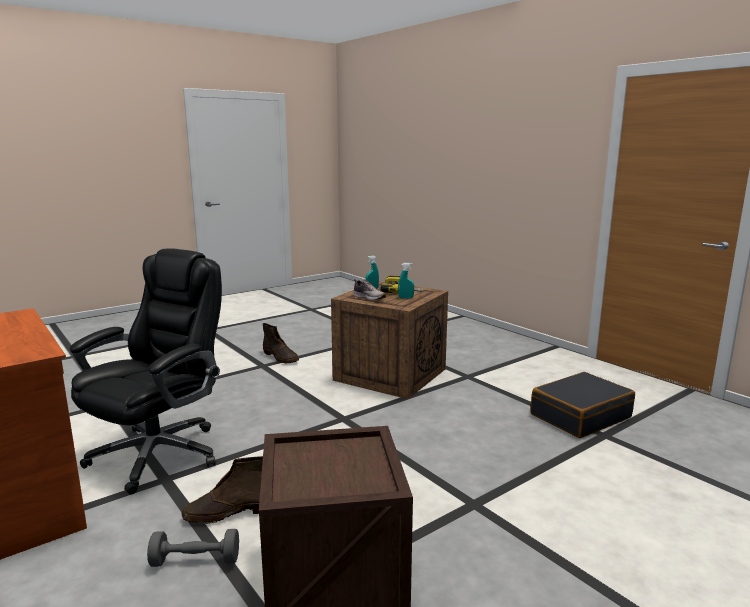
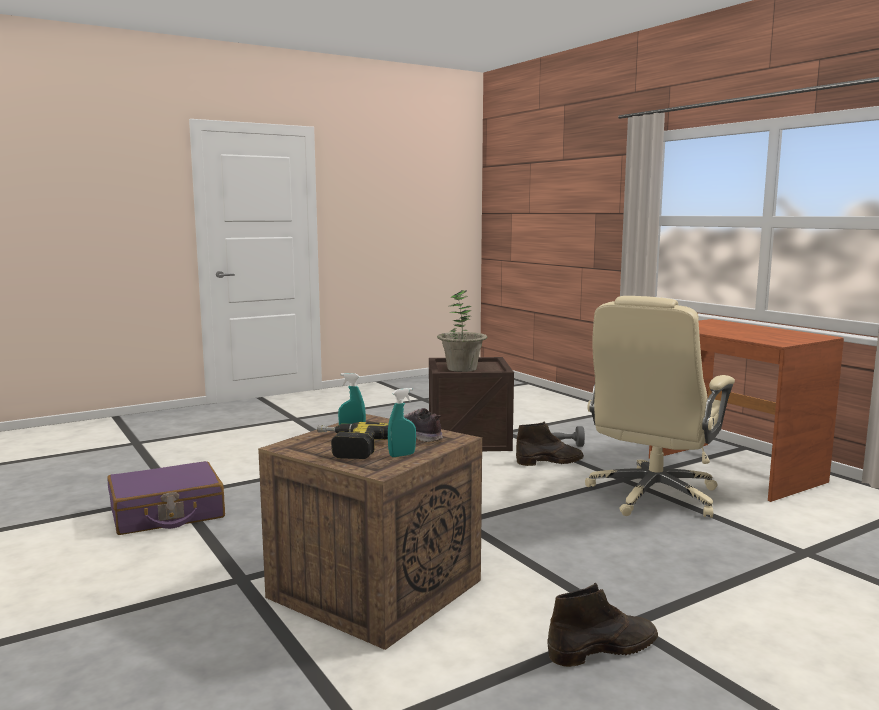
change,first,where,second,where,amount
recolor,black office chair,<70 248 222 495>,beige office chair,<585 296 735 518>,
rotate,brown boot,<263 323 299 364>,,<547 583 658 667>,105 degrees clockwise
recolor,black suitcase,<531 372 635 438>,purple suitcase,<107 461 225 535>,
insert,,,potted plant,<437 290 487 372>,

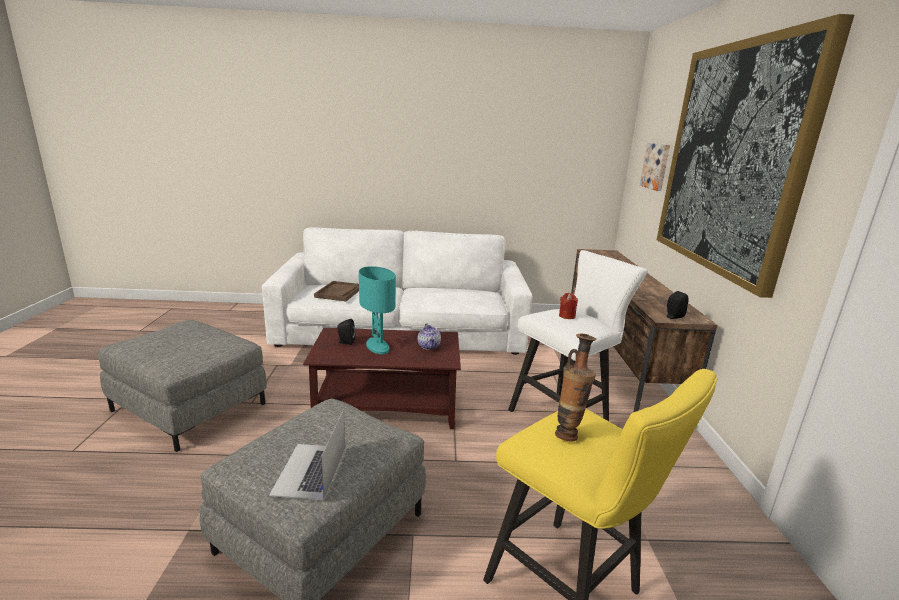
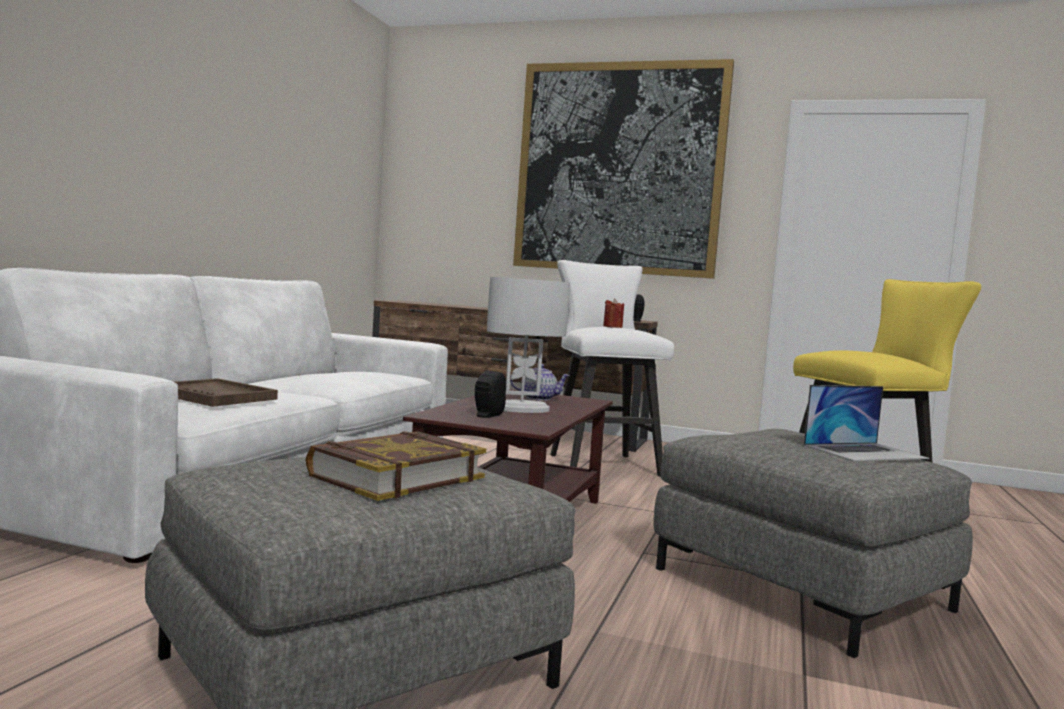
change,first,where,second,where,amount
delete,picture,<640 143 670 191>,,,
recolor,turquoise table lamp,<359 266 396 354>,white table lamp,<487 277 570 413>,
delete,vase,<555 334 596 442>,,,
rotate,laptop,<269 409 345 500>,,<804 385 929 461>,45 degrees counterclockwise
insert,,,book,<306 431 486 501>,

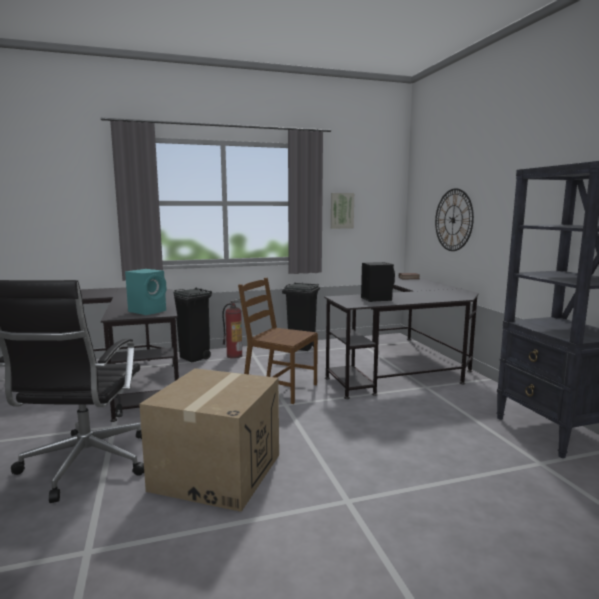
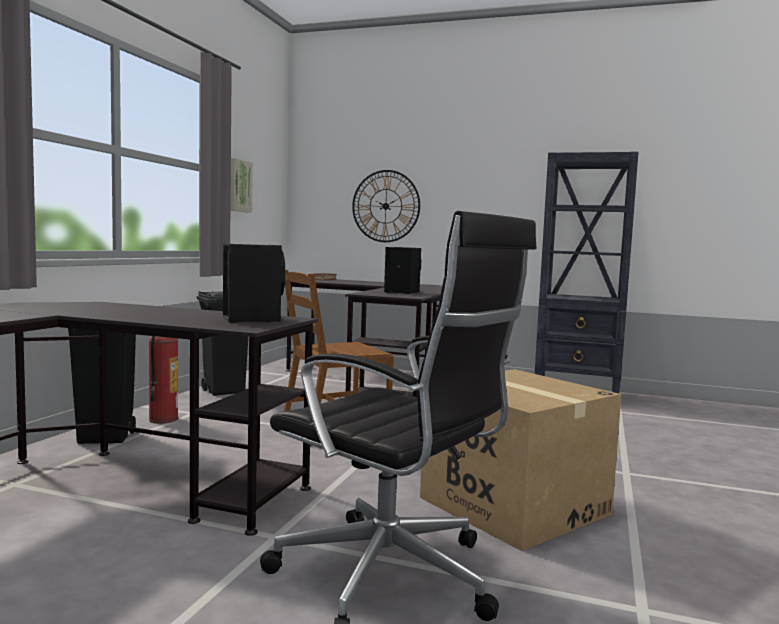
change,first,where,second,where,amount
recolor,turquoise speaker,<125 269 167 315>,black speaker,<223 244 285 323>,

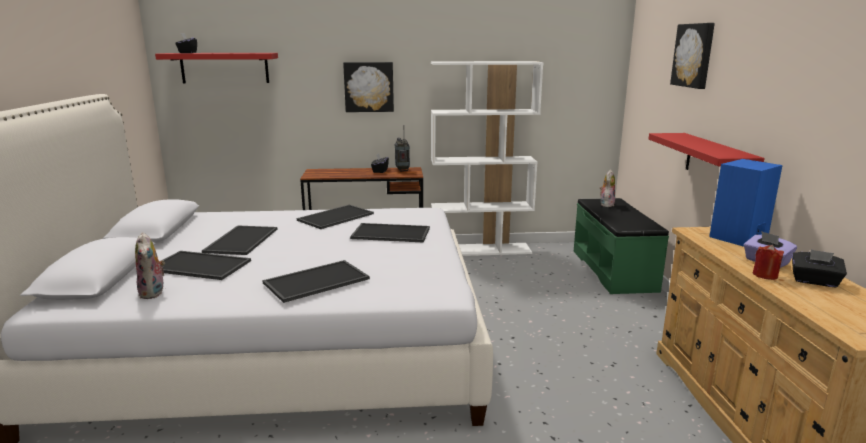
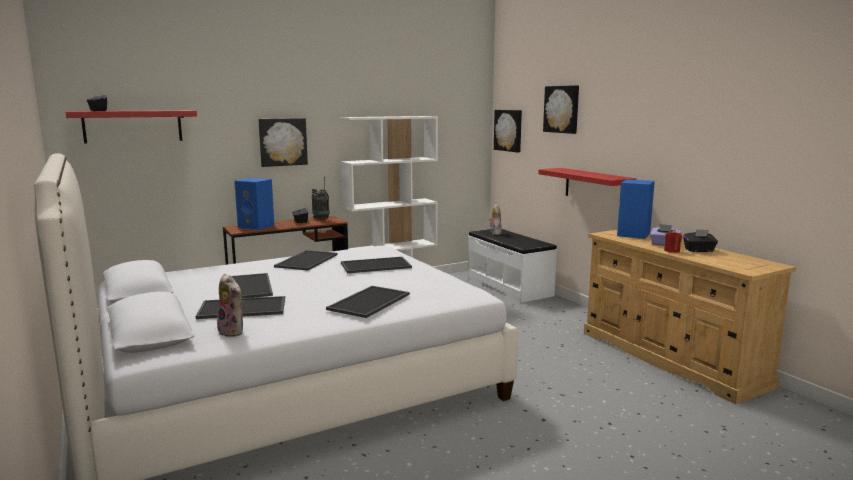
change,first,where,second,where,amount
recolor,green bench,<573 198 669 294>,white bench,<468 229 557 303>,
insert,,,picture,<494 110 522 152>,
insert,,,blue speaker,<234 178 274 230>,

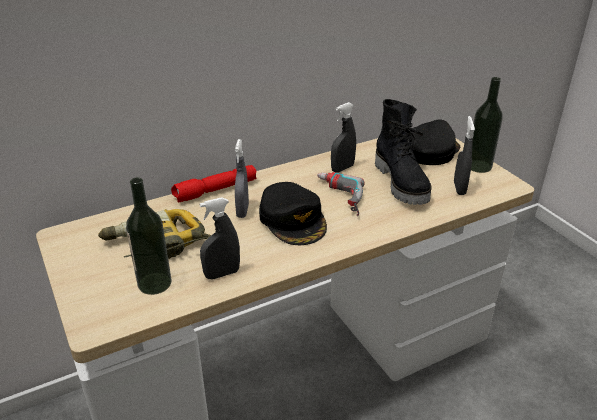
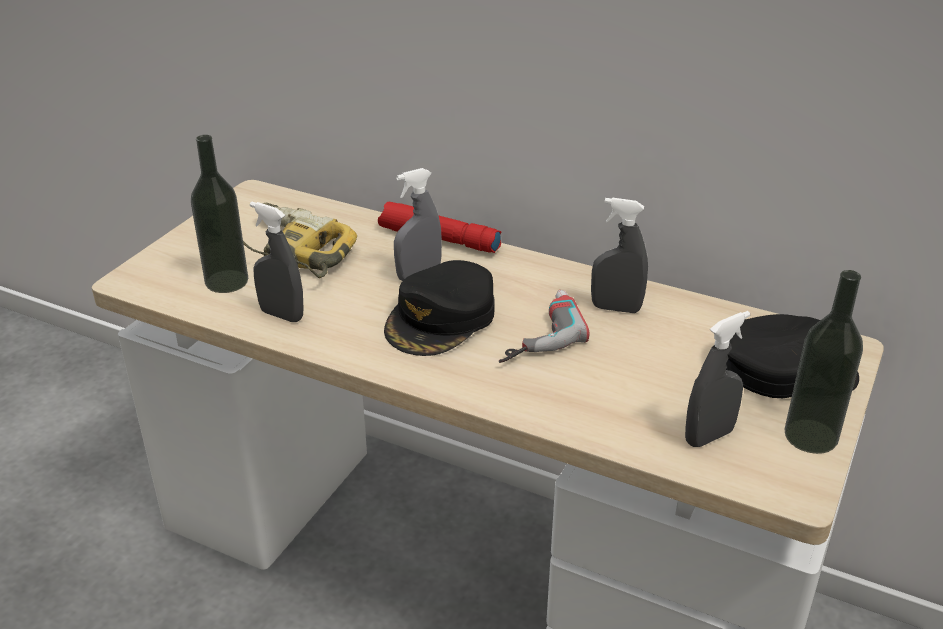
change,first,where,second,where,amount
delete,black boot,<375 99 431 205>,,,

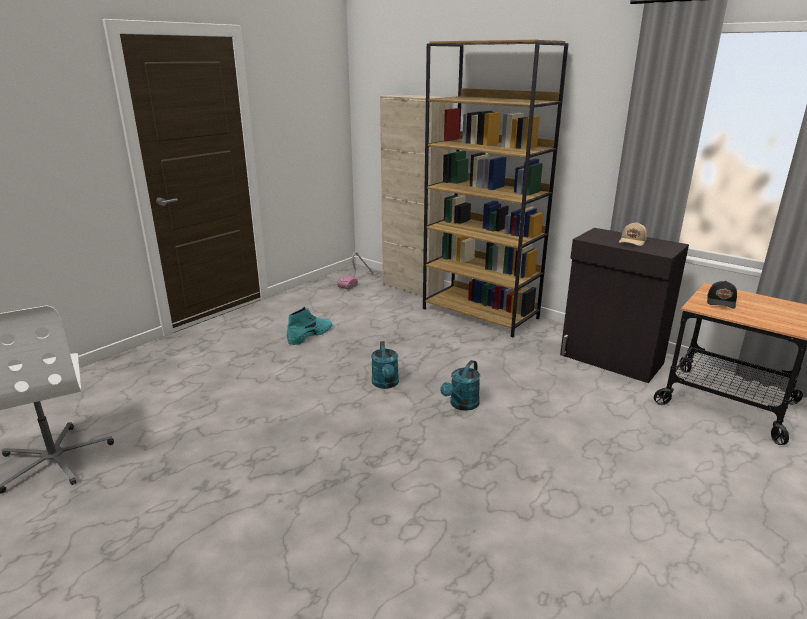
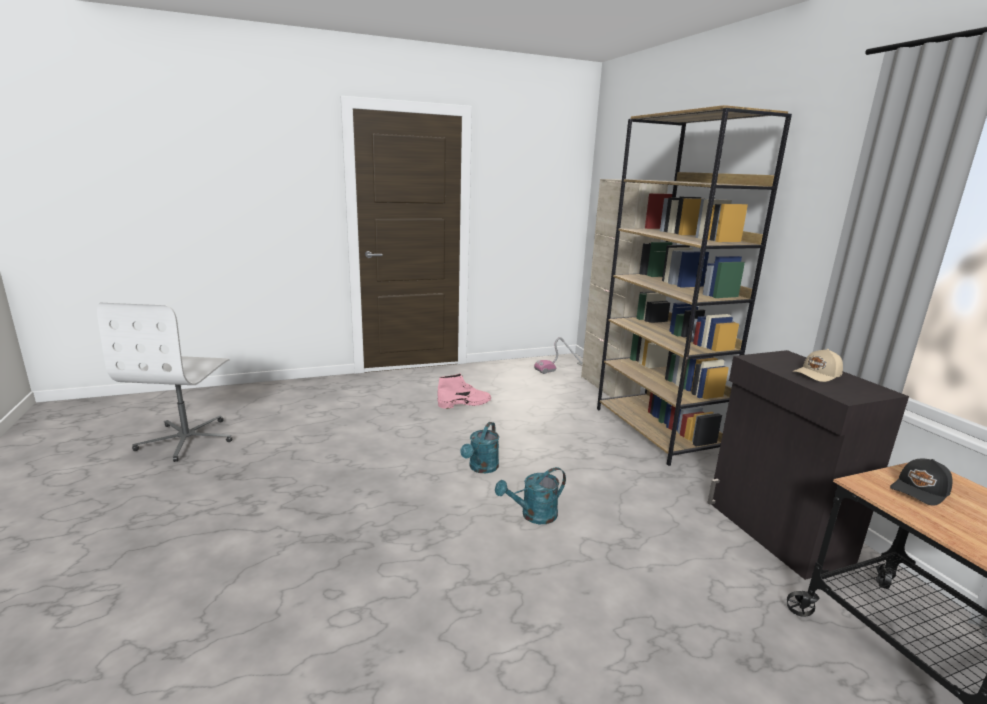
change,first,where,second,where,amount
recolor,turquoise boot,<287 307 332 345>,pink boot,<437 373 491 409>,

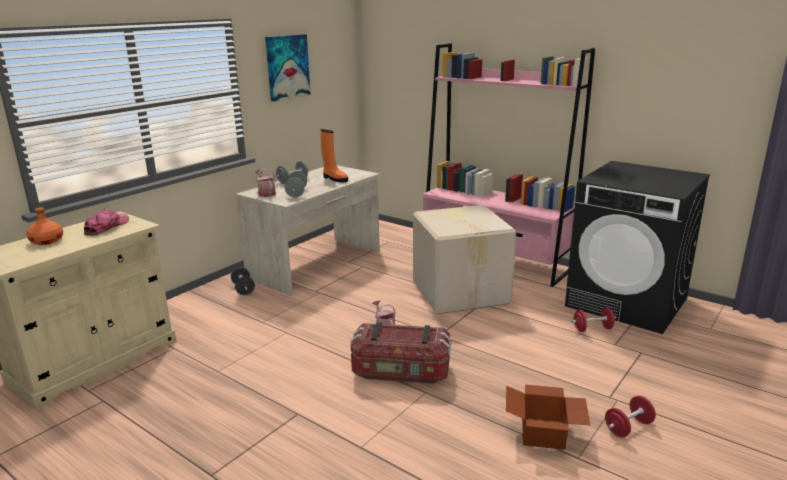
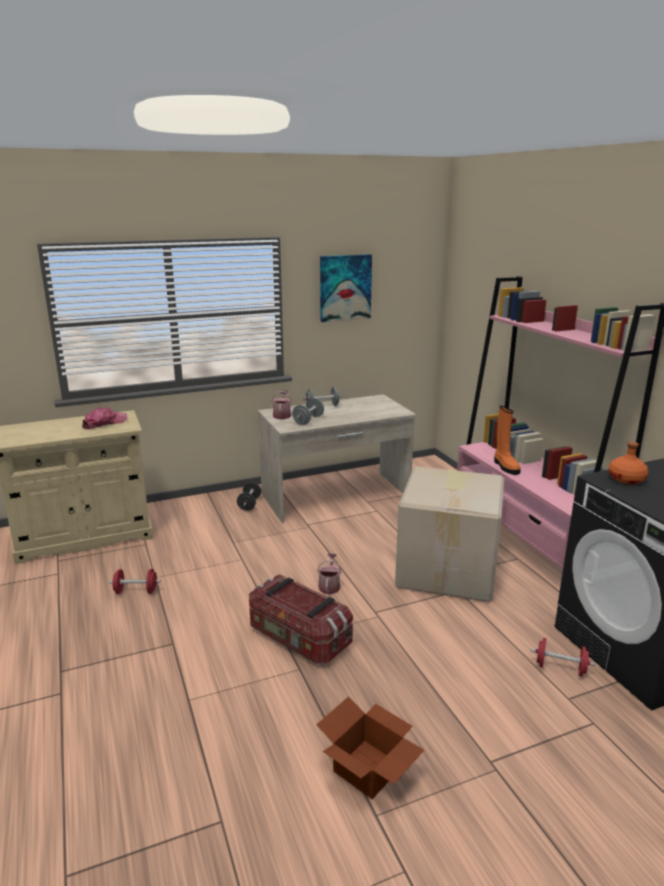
change,first,where,second,where,amount
move,orange boot,<320 129 348 182>,,<494 406 521 475>,
move,orange bottle,<27 207 63 245>,,<608 441 648 484>,
move,red dumbbell,<605 396 656 437>,,<109 569 161 594>,

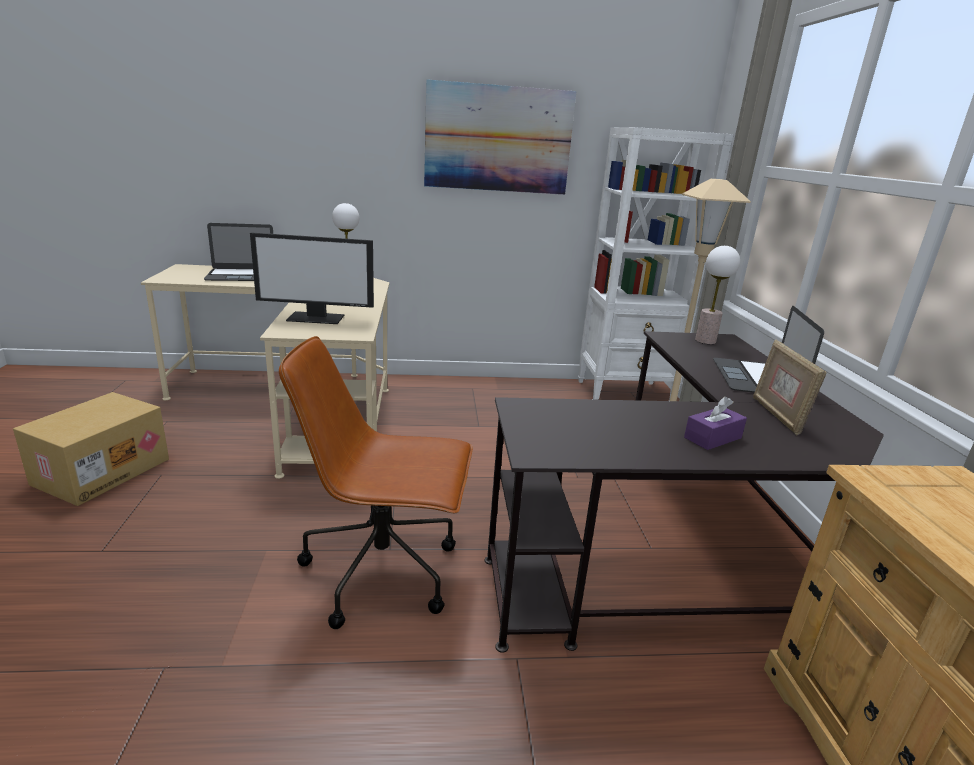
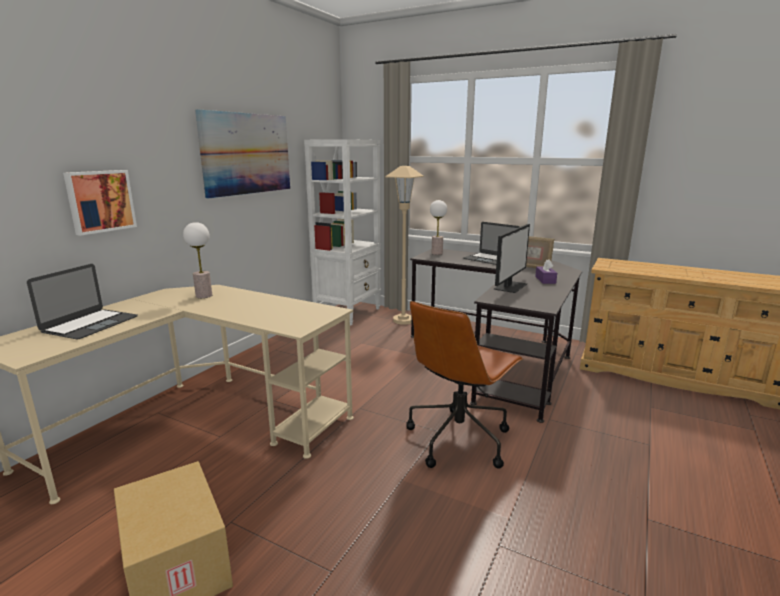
change,first,where,second,where,amount
move,monitor,<250 232 374 324>,,<494 224 530 293>,
insert,,,picture,<63 170 137 236>,

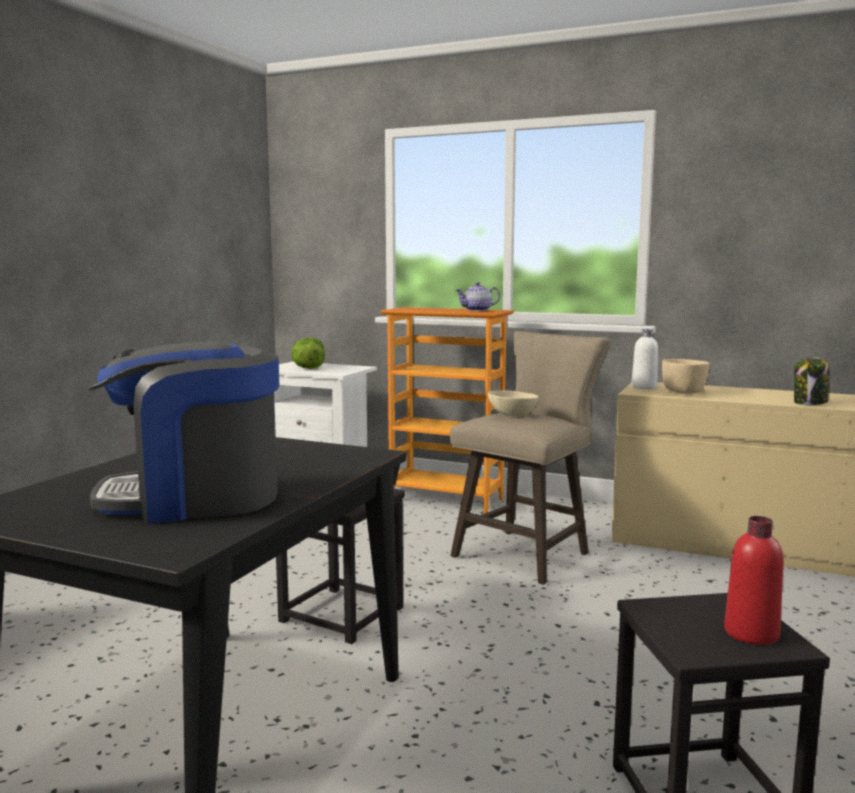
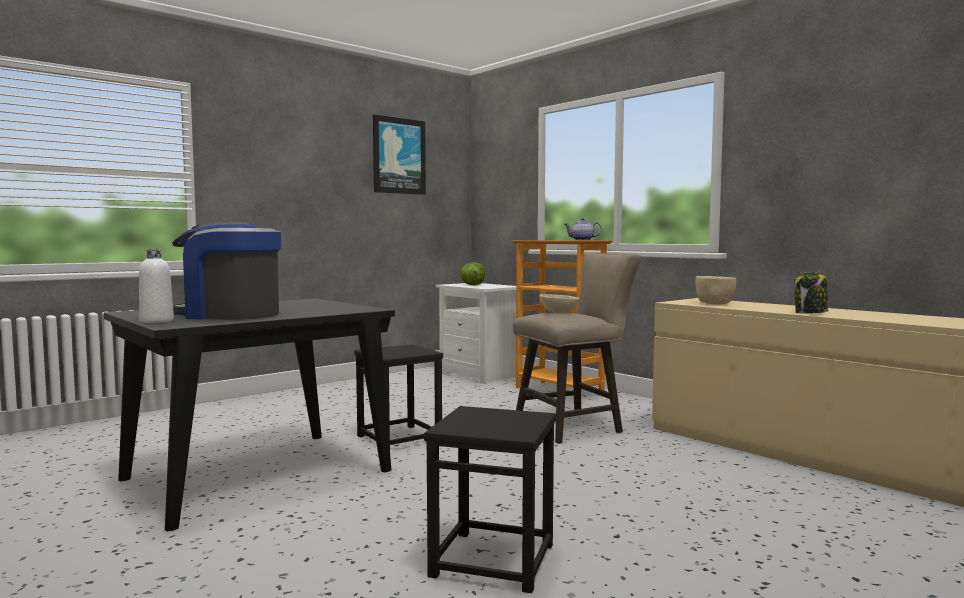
change,first,where,second,where,amount
move,white bottle,<632 329 658 389>,,<139 249 174 323>,
delete,red bottle,<724 516 784 645>,,,
insert,,,picture,<373 114 426 195>,

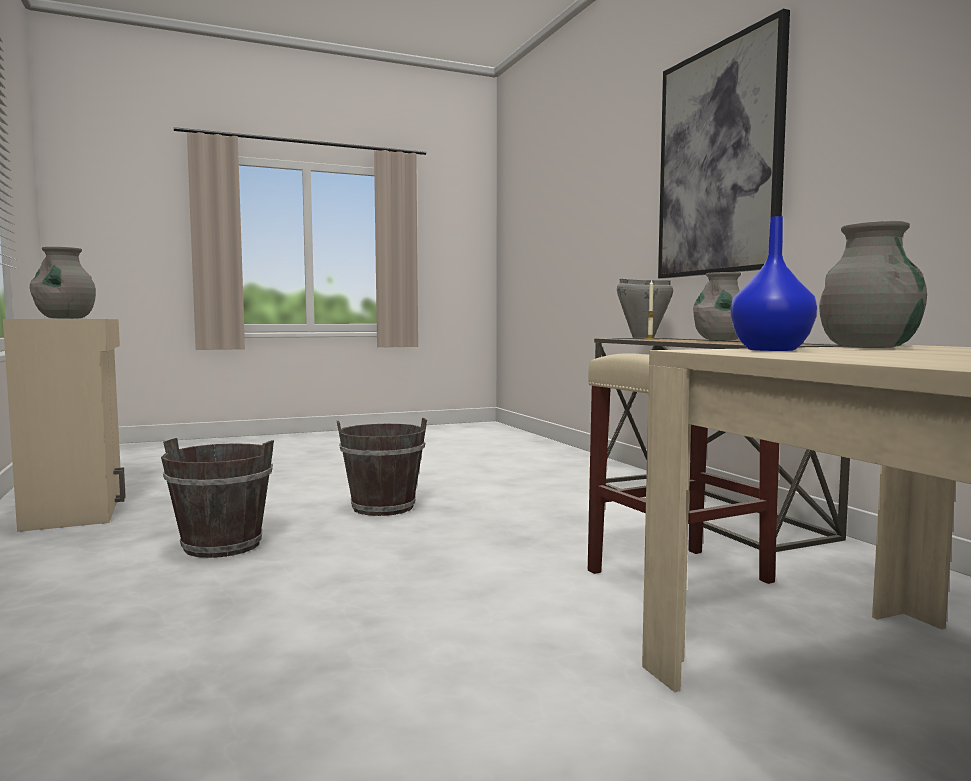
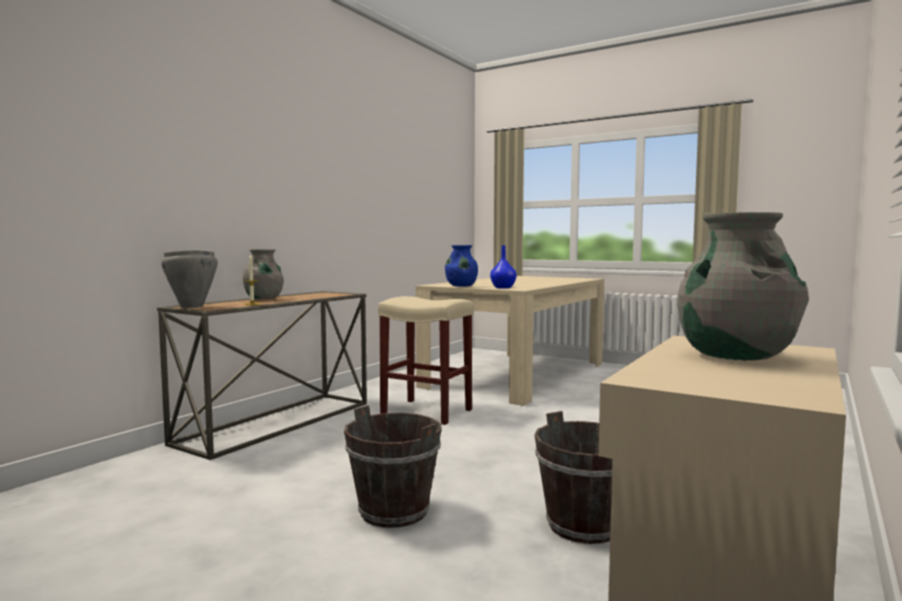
change,first,where,second,where,amount
delete,picture,<658 9 790 279>,,,
recolor,grey vase,<819 221 927 348>,blue vase,<445 245 478 287>,

